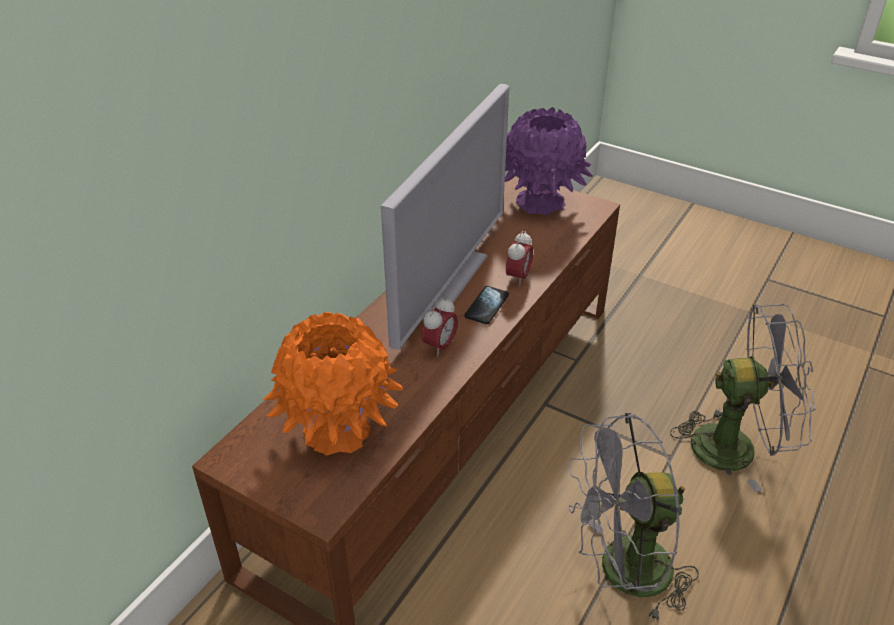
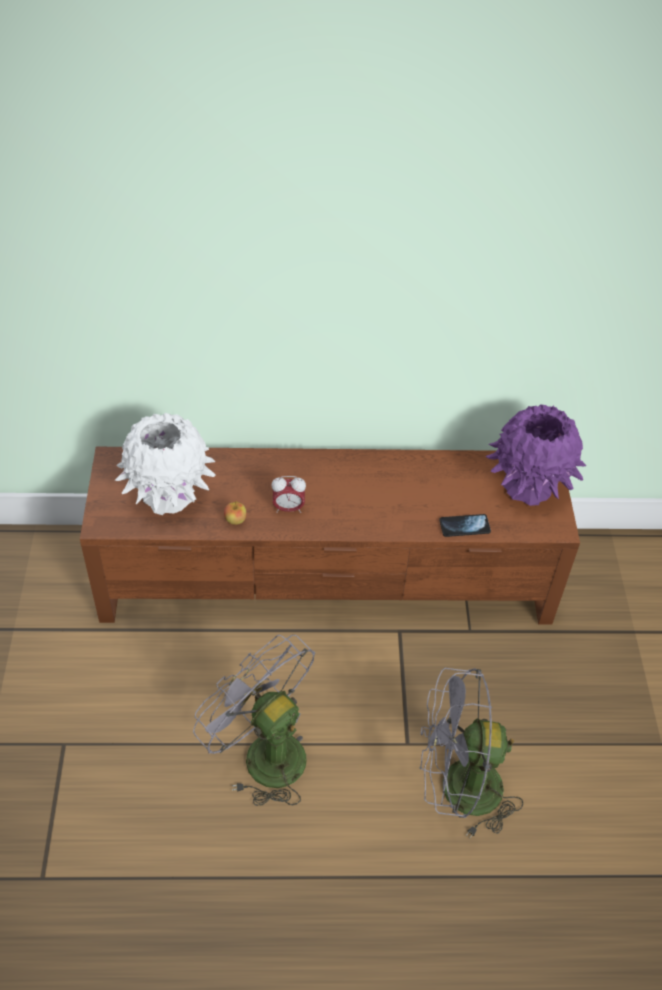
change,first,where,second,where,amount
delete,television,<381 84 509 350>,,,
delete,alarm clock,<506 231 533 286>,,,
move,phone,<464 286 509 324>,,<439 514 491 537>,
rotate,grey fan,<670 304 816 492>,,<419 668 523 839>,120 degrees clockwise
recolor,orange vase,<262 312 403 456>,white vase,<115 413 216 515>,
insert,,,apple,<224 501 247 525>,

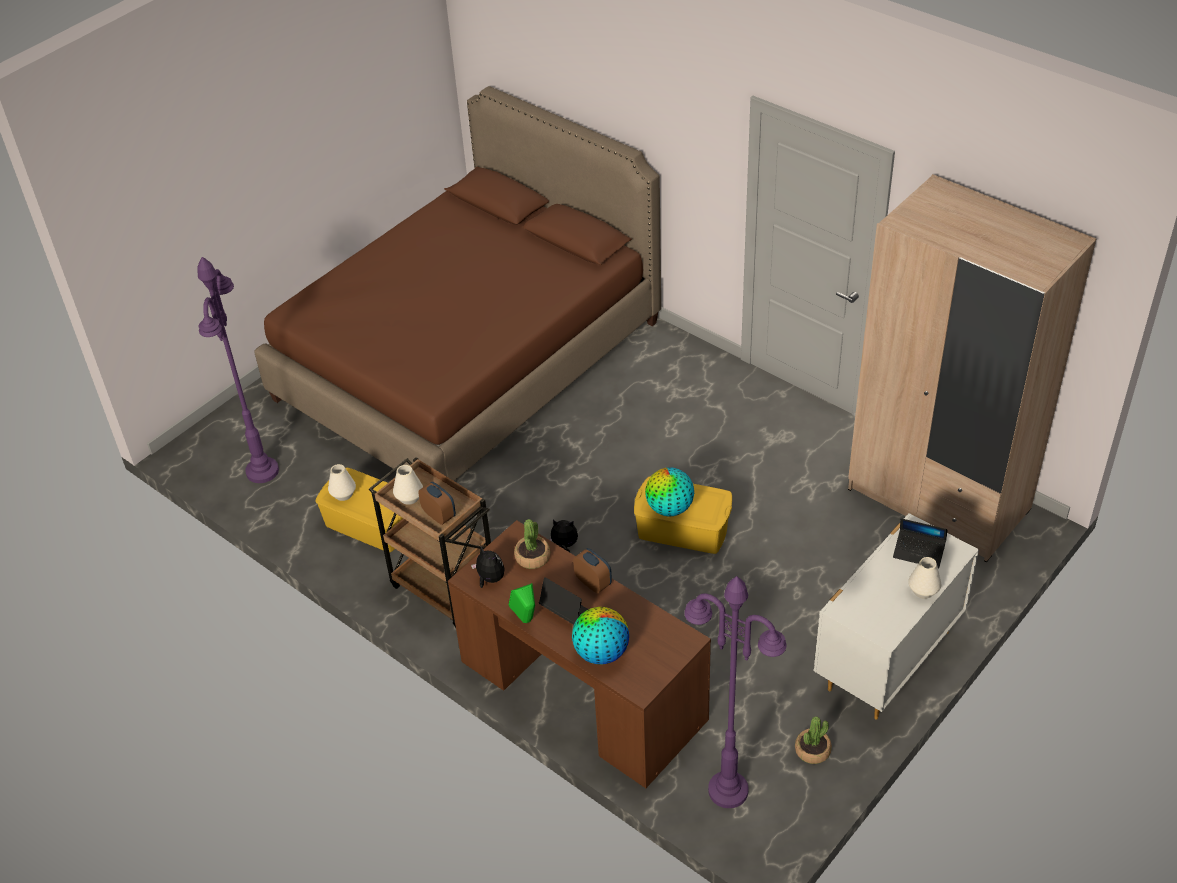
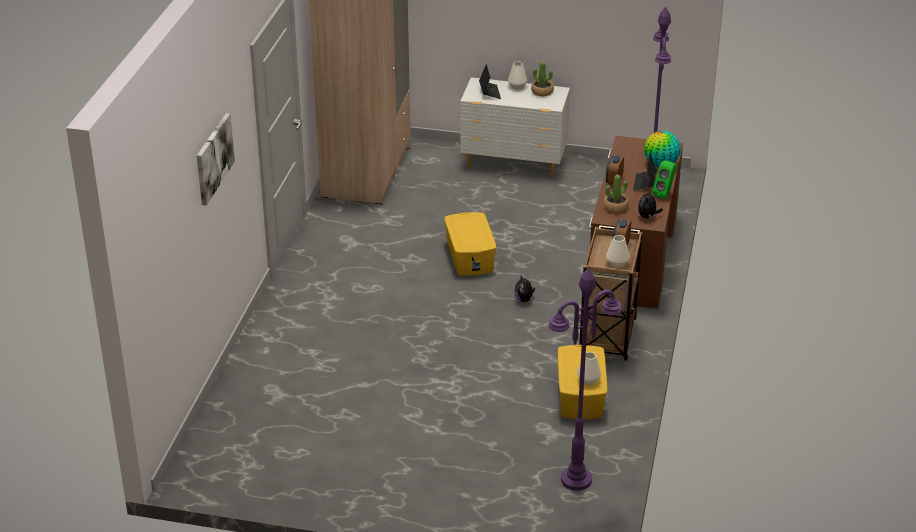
change,first,where,second,where,amount
delete,brown bed,<254 86 661 481>,,,
delete,globe,<645 467 694 516>,,,
move,potted plant,<795 717 832 764>,,<531 62 554 96>,
insert,,,picture,<197 113 235 206>,

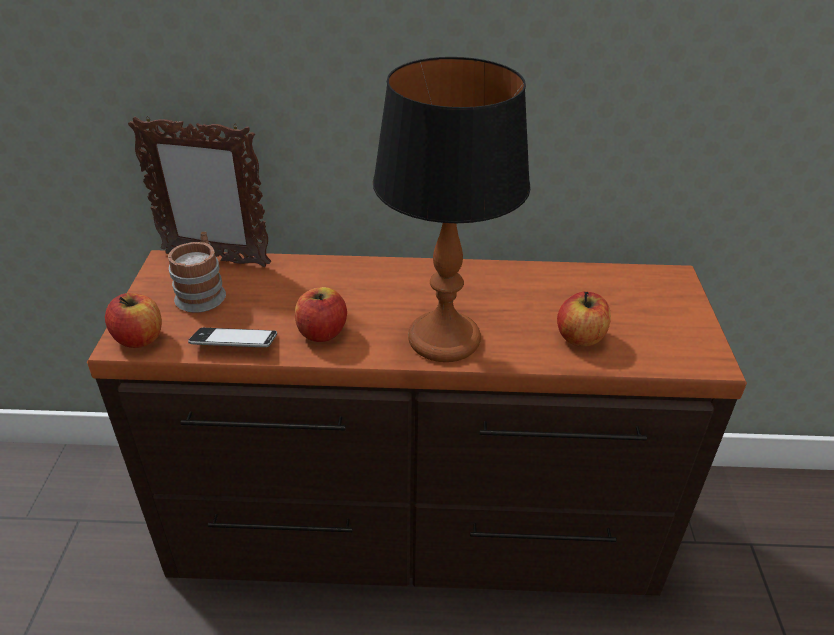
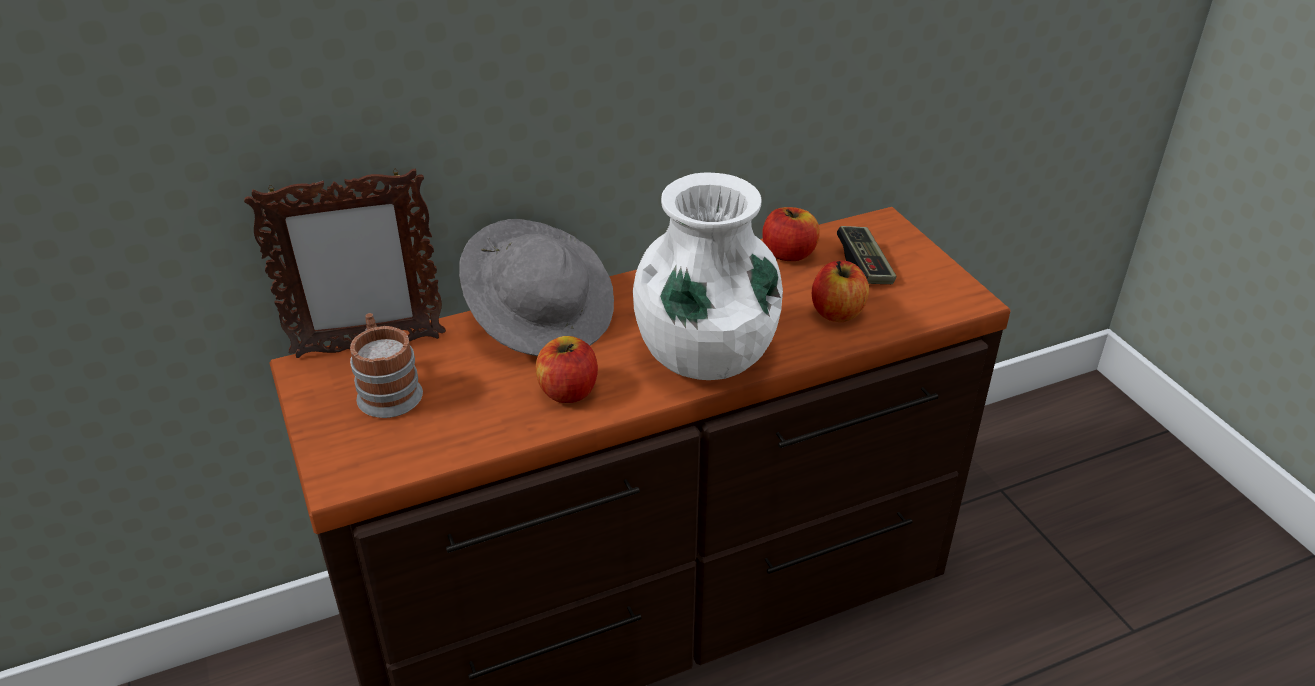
change,first,where,second,where,amount
replace,table lamp,<373 57 531 362>,white vase,<633 172 783 380>,
move,apple,<105 293 162 348>,,<762 207 820 261>,
delete,phone,<188 328 277 347>,,,
insert,,,grey hat,<459 219 614 356>,
insert,,,game controller,<837 226 897 284>,

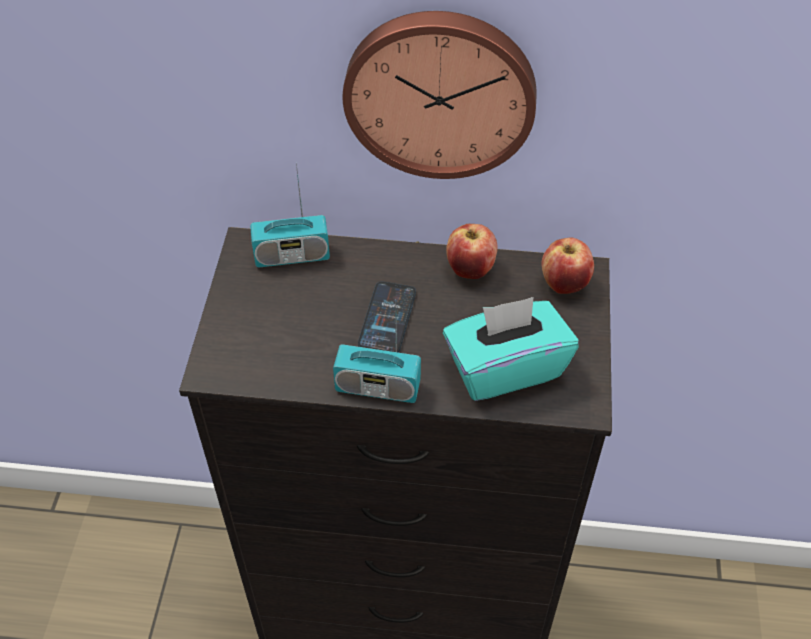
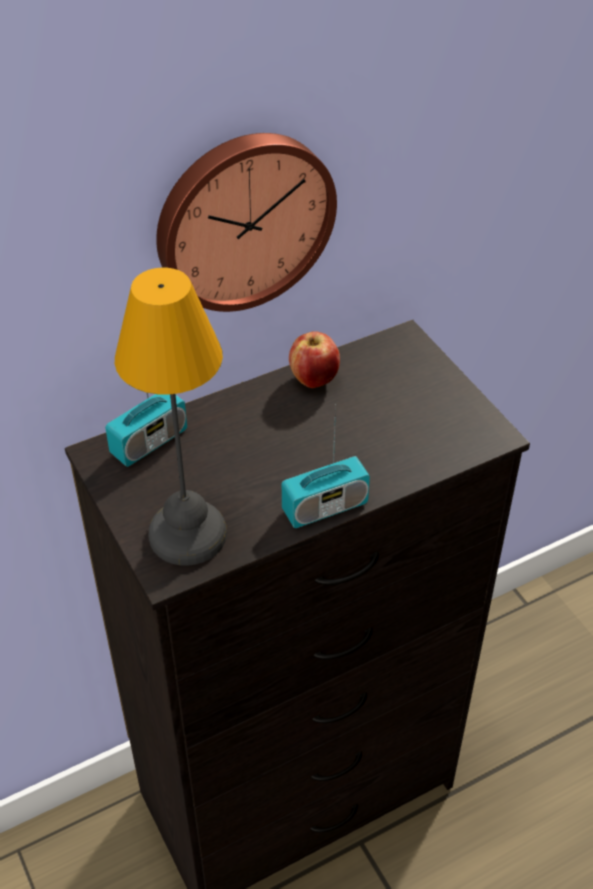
change,first,where,second,where,amount
delete,apple,<541 238 594 294>,,,
delete,phone,<358 282 416 353>,,,
delete,turquoise tissue box,<443 297 579 401>,,,
insert,,,table lamp,<115 268 227 566>,

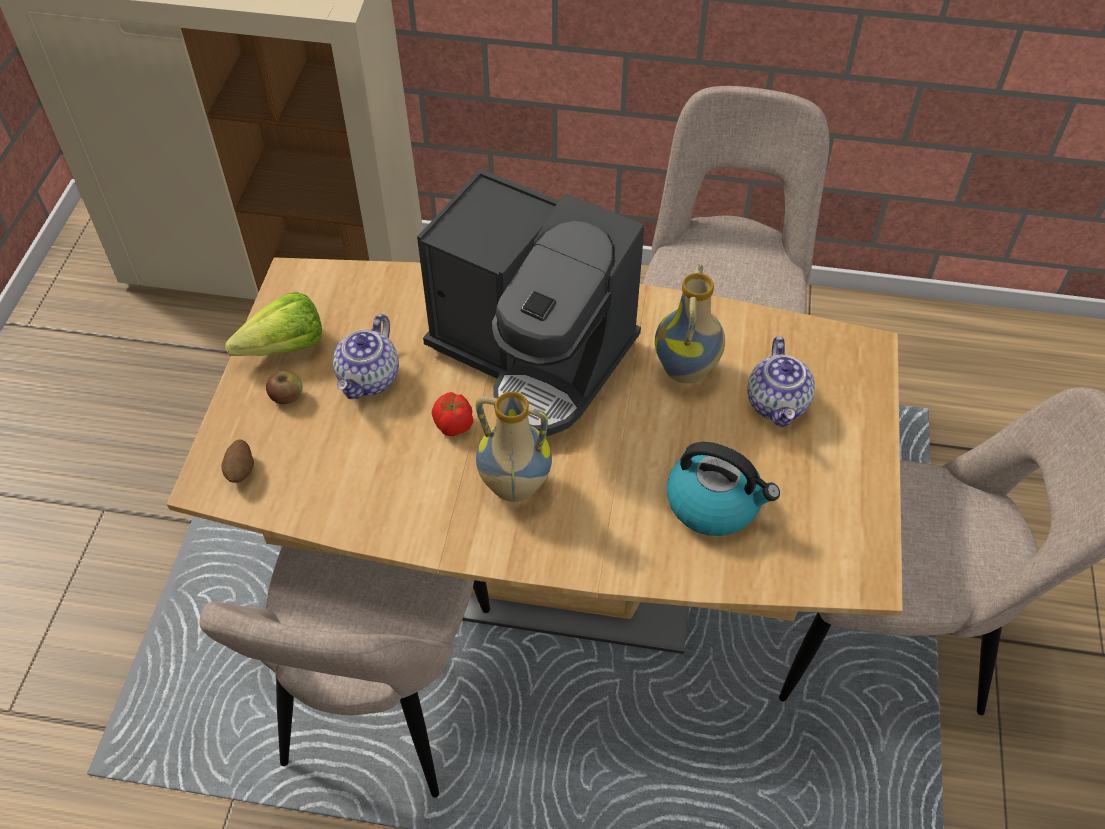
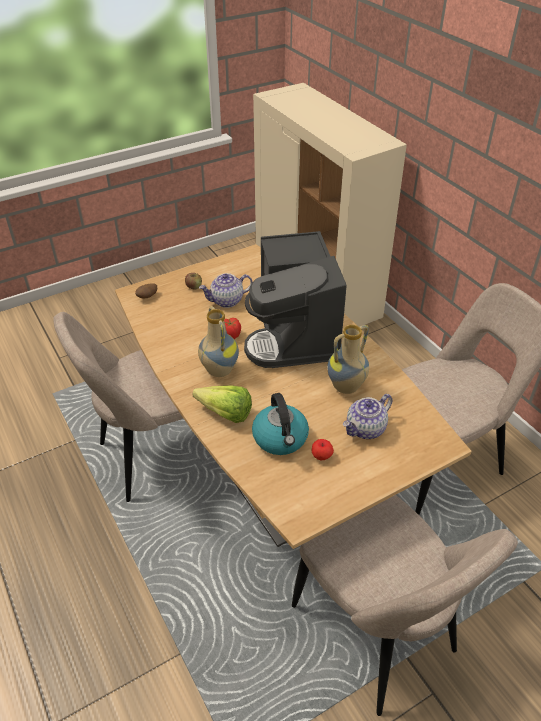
change,first,where,second,where,amount
move,lettuce,<225 292 322 356>,,<193 385 252 423>,
insert,,,apple,<311 439 334 460>,

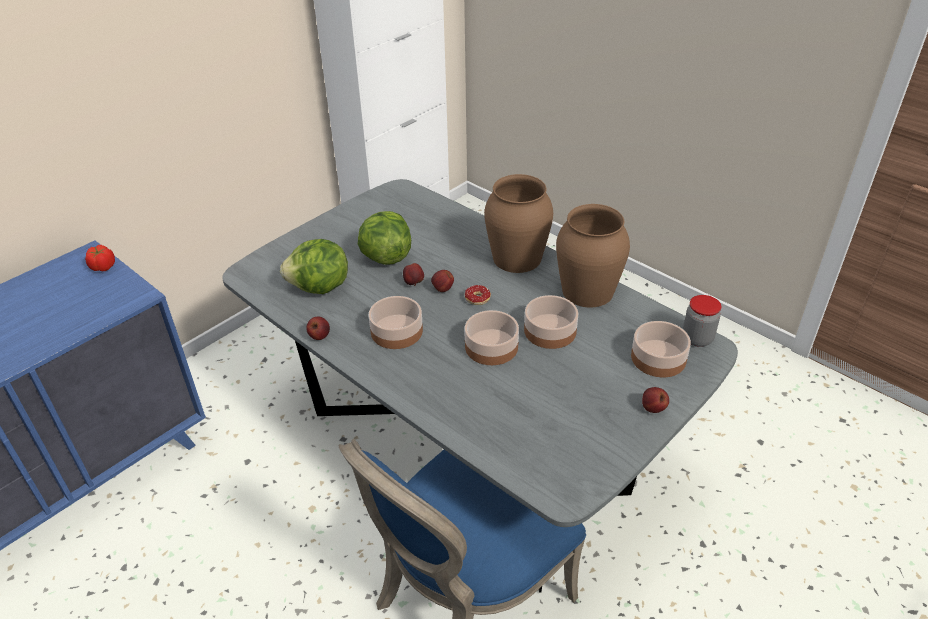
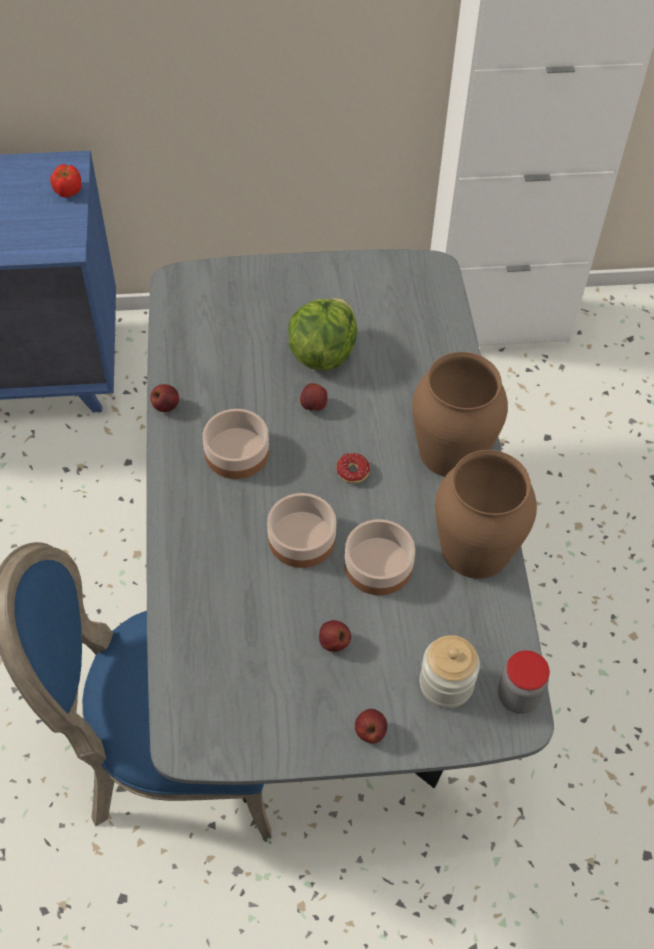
change,first,where,second,where,amount
delete,lettuce,<280 239 348 294>,,,
move,apple,<431 270 454 292>,,<319 620 351 652>,
replace,bowl,<631 321 691 377>,jar,<419 635 480 708>,

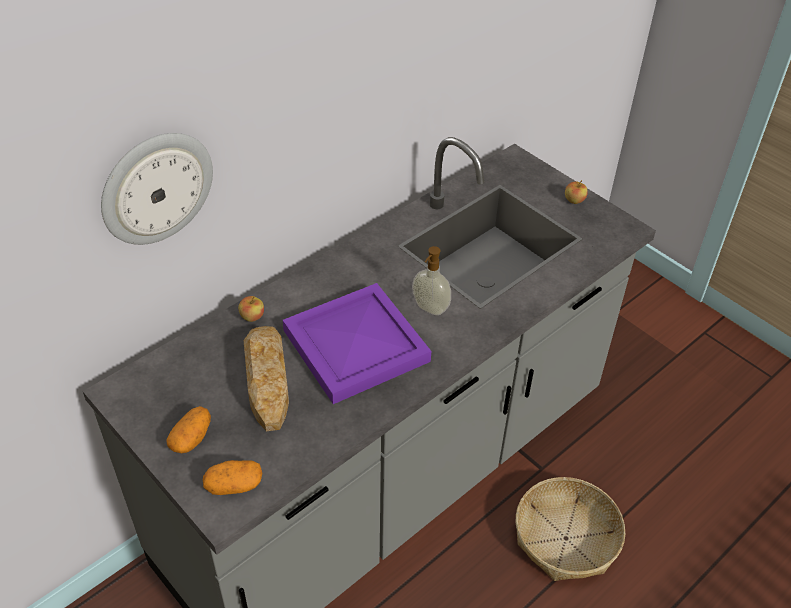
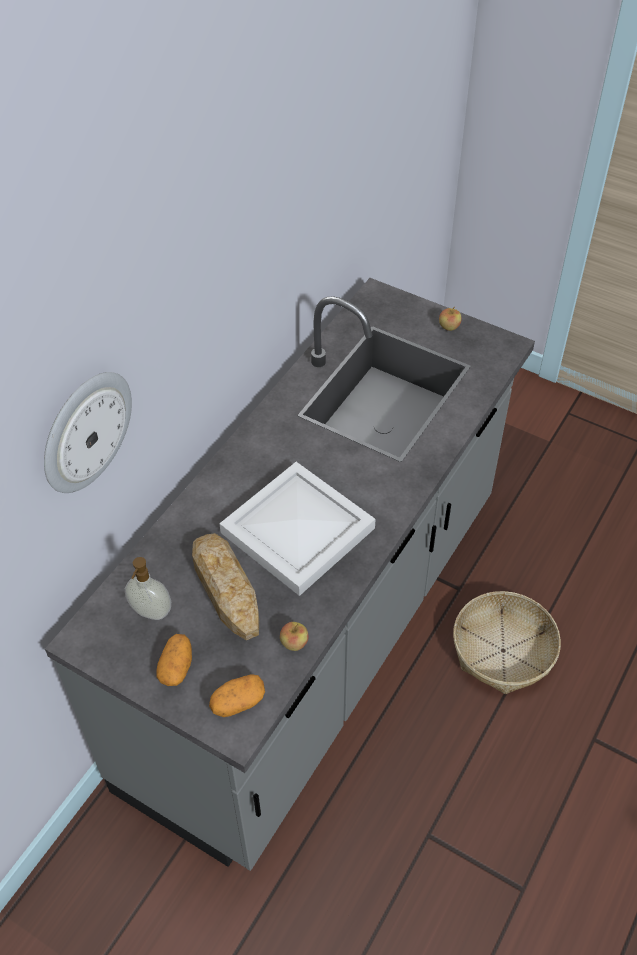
change,first,where,second,where,amount
move,soap dispenser,<412 246 451 315>,,<125 557 171 620>,
recolor,purple tray,<283 283 431 404>,white tray,<219 462 375 596>,
move,apple,<238 296 264 322>,,<280 622 308 651>,

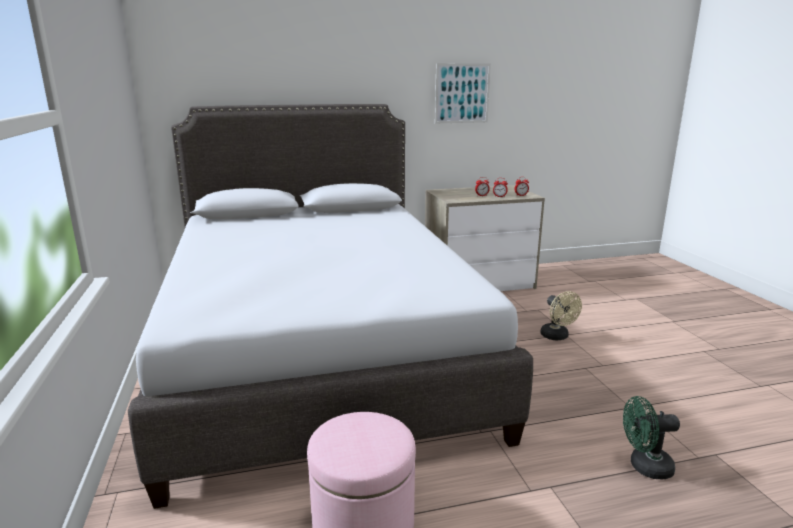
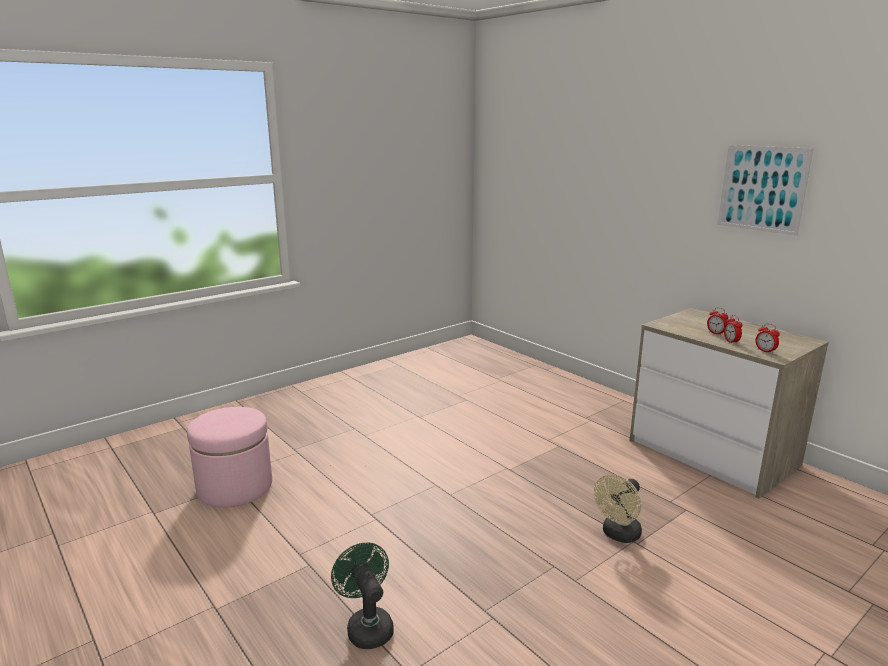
change,first,where,second,where,amount
delete,grey bed,<128 104 533 509>,,,

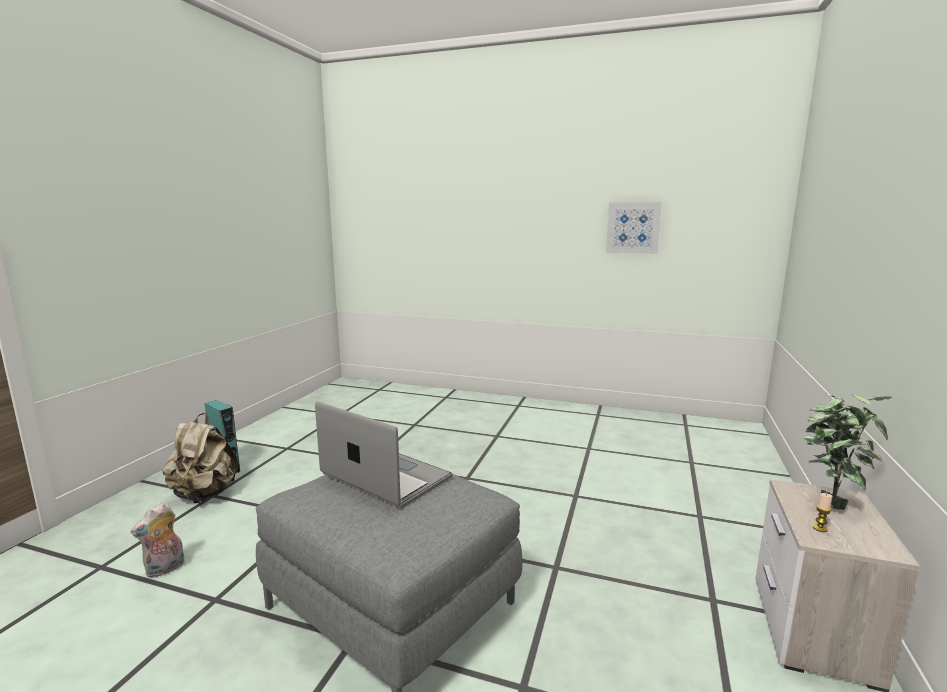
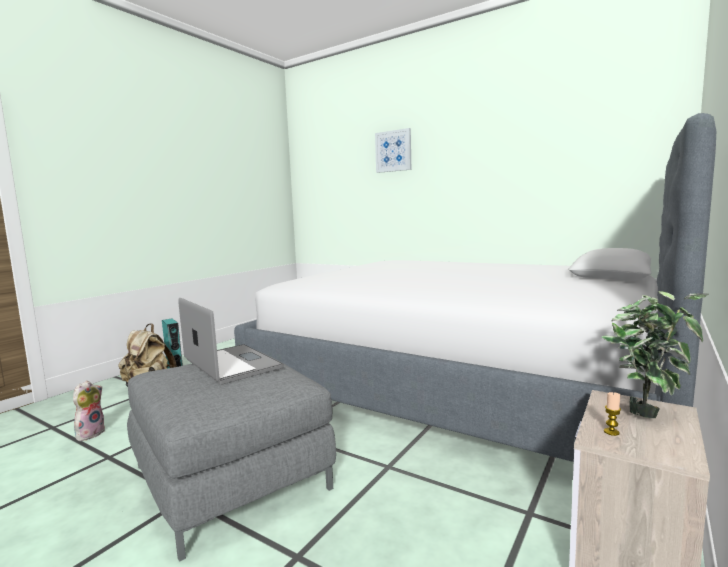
change,first,where,second,where,amount
move,picture,<606 202 662 254>,,<375 128 411 173>,
rotate,plush toy,<131 502 185 578>,,<73 381 105 441>,150 degrees clockwise
insert,,,bed,<234 113 716 462>,

